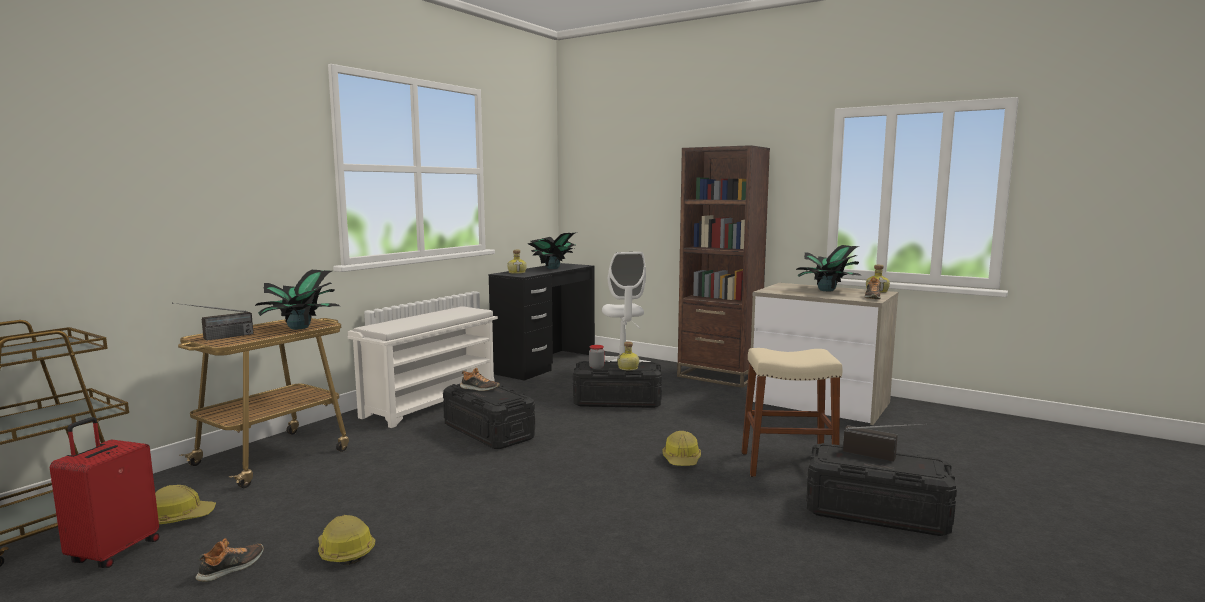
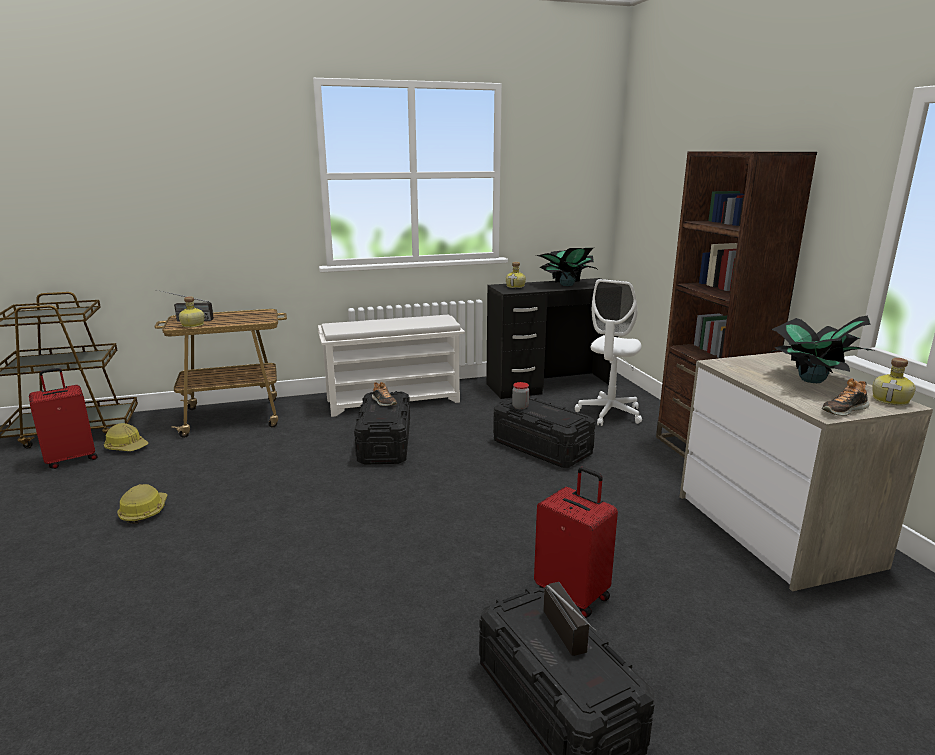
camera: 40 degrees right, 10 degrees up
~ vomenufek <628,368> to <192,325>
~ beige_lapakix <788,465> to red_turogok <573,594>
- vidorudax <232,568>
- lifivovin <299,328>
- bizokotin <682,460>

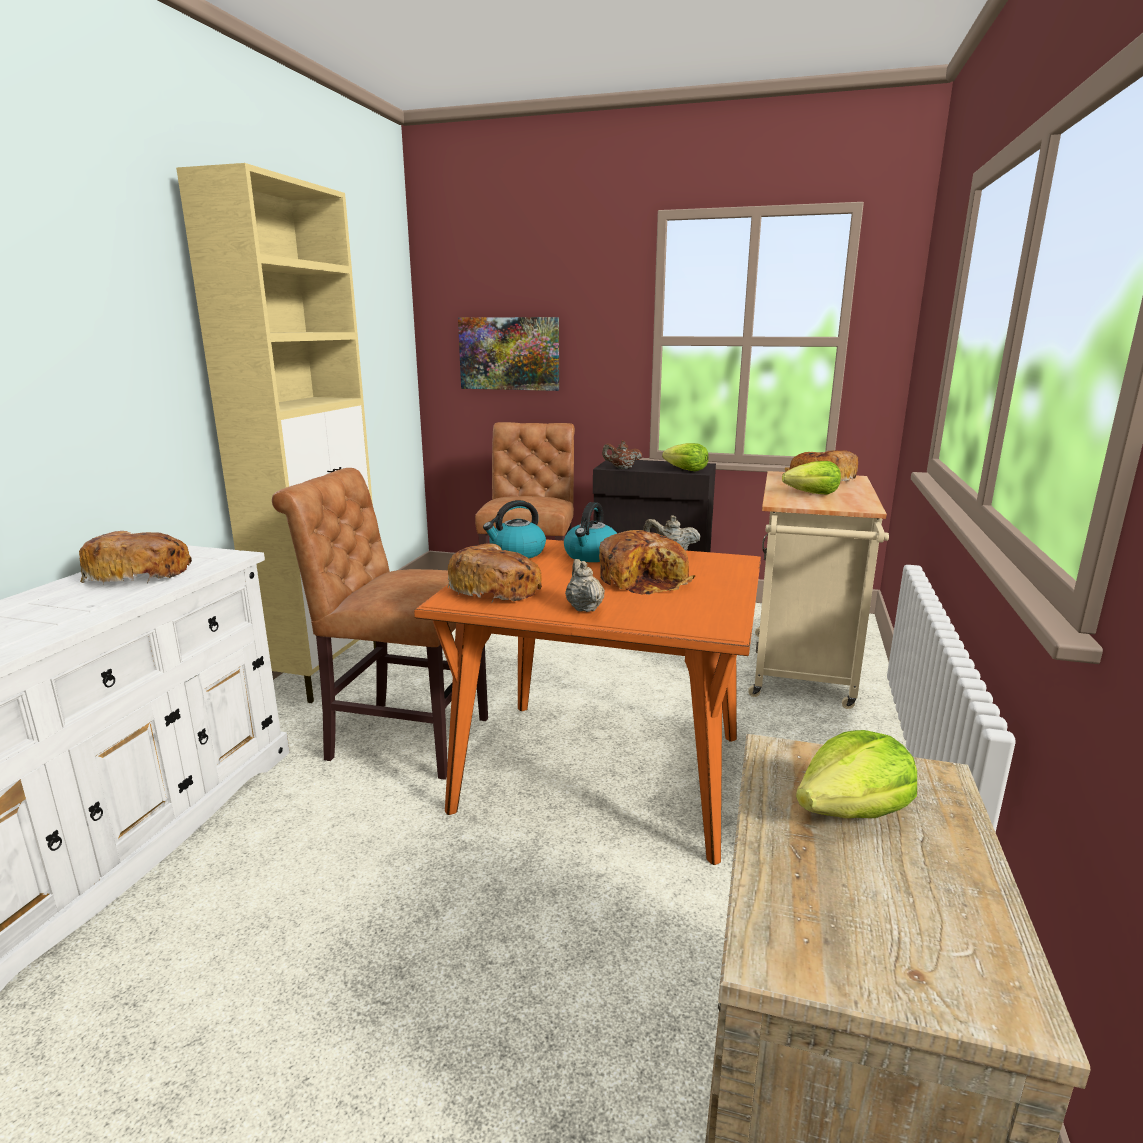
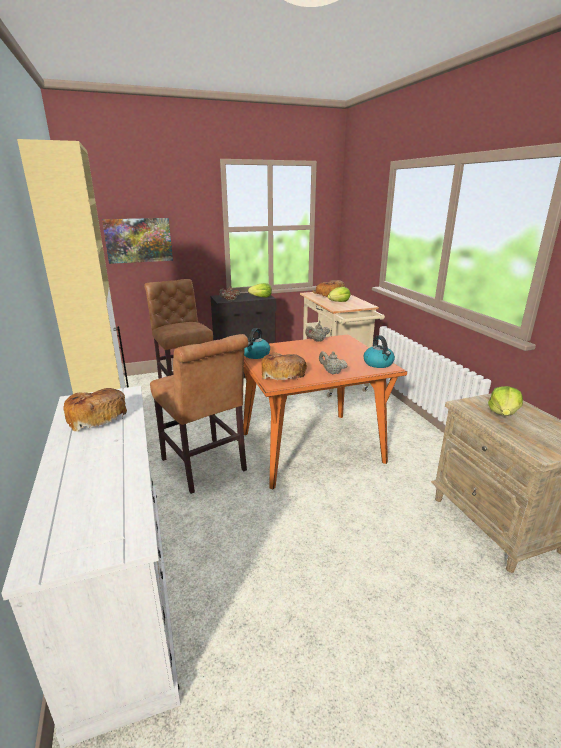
camera: 35 degrees left, 5 degrees up
~ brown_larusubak <401,738> = <205,467> 105 degrees counterclockwise
~ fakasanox <591,556> to <378,363>
- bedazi <644,579>

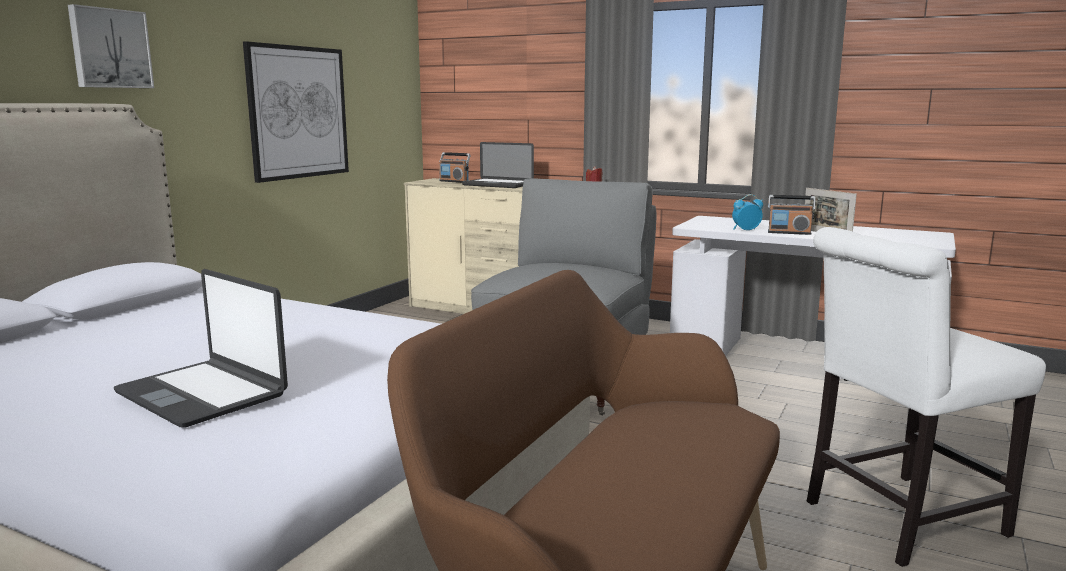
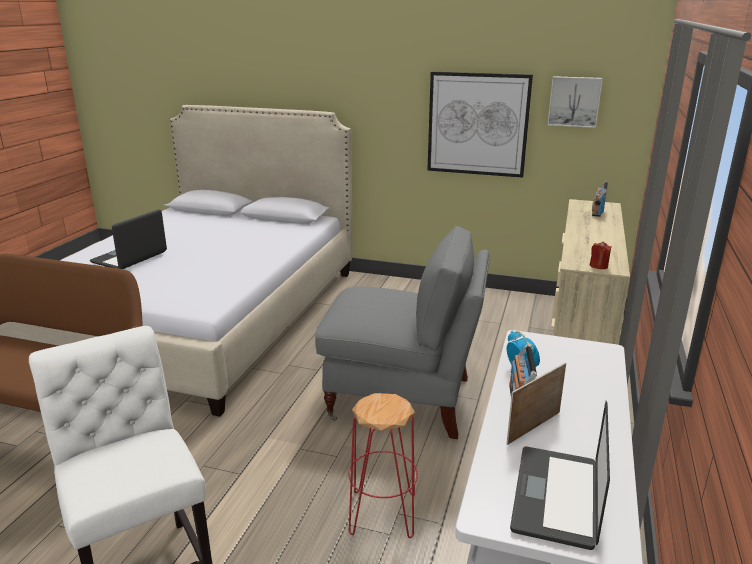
camera: 80 degrees right, 10 degrees up
+ red_lapakix <382,513>
~ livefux <497,185> to <556,497>
~ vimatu <110,48> to <574,101>

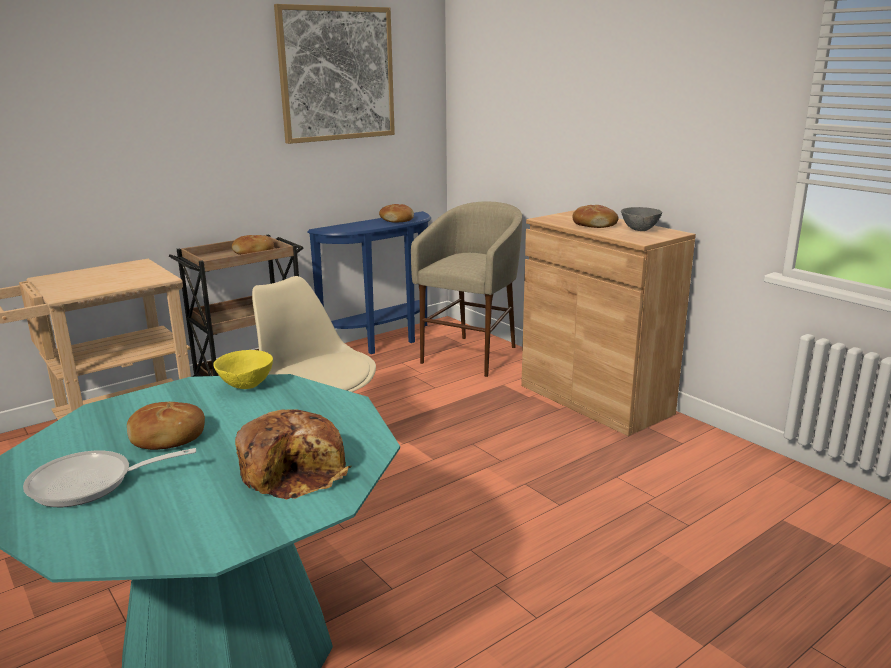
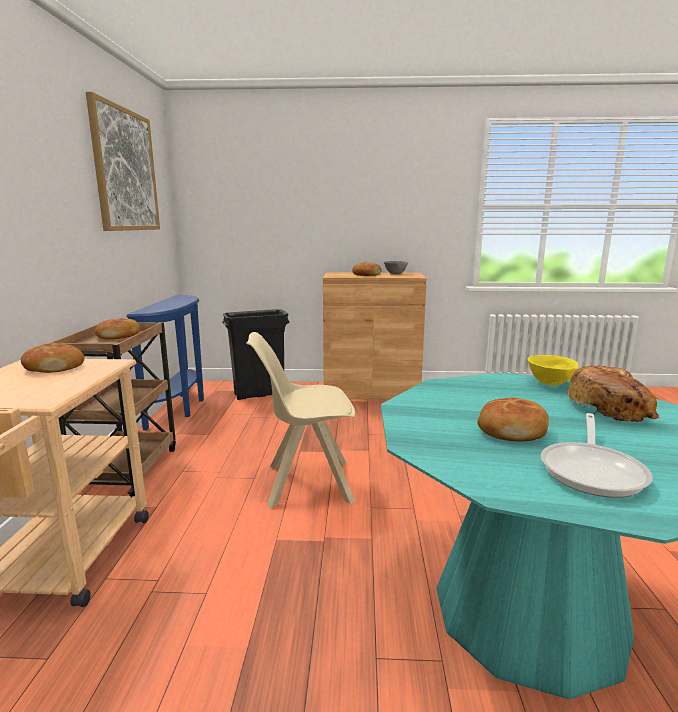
camera: 50 degrees left, 5 degrees down
~ bedazi <397,219> to <54,367>
~ beige_lapakix <472,355> to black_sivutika <259,394>
~ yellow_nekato <246,386> to <550,384>

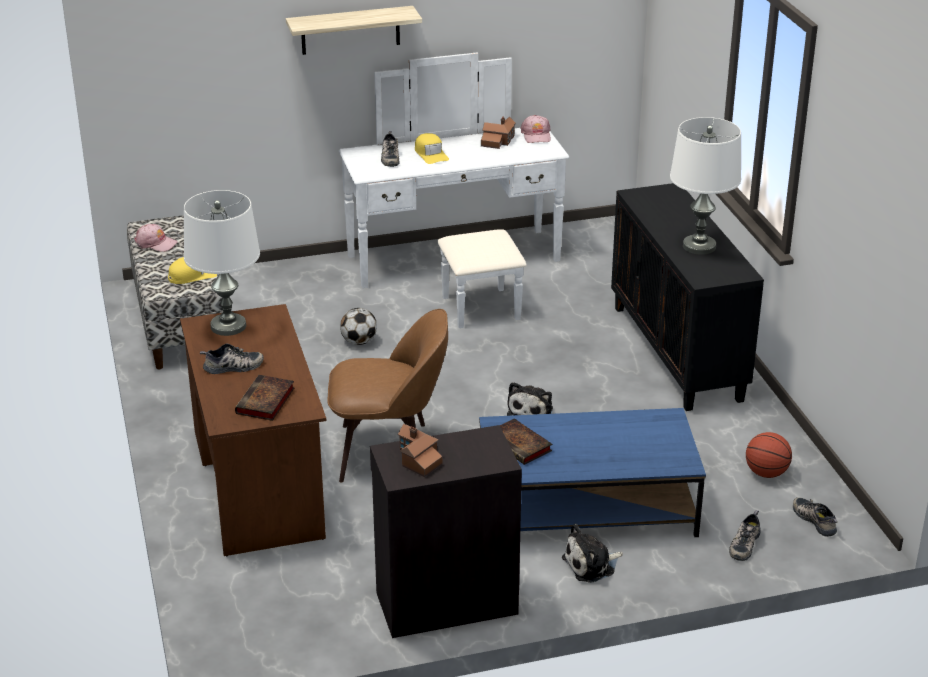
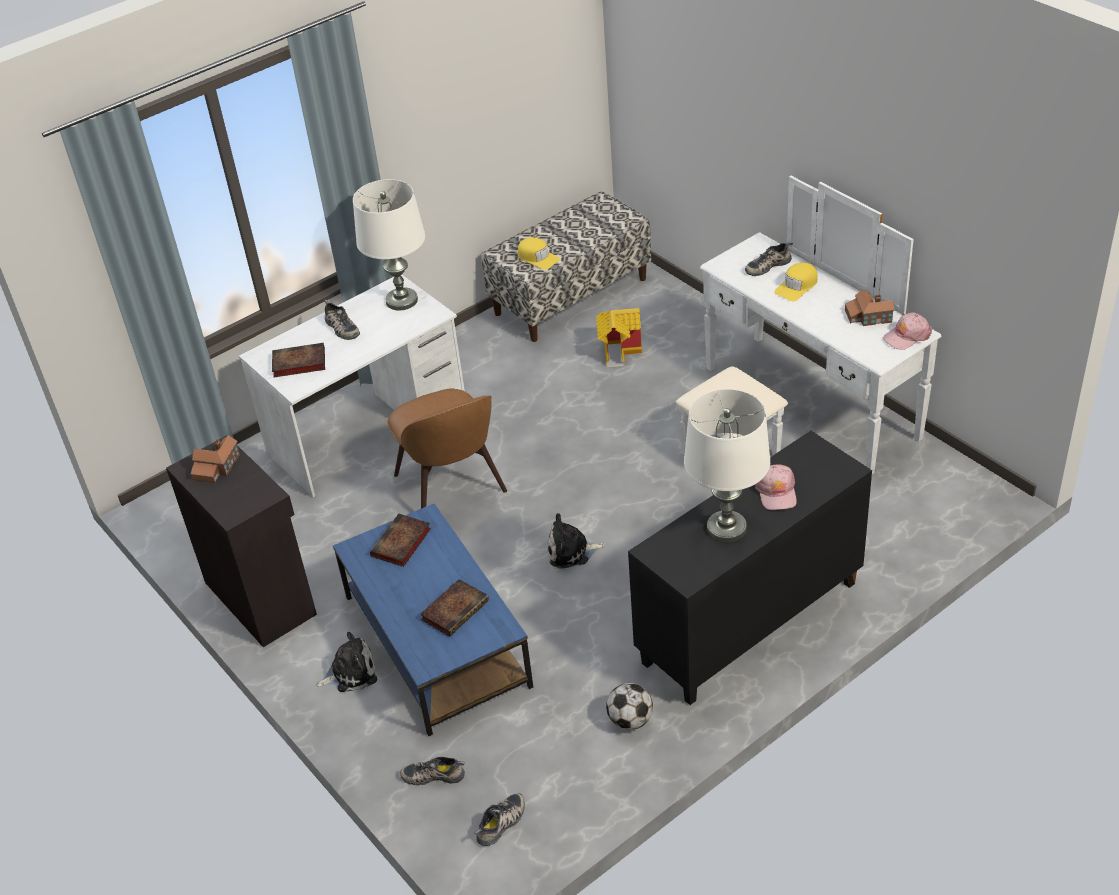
camera: 70 degrees right, 10 degrees up
~ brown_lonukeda <257,483> to white_lonukeda <368,432>
~ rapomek <591,565> = <350,672> 120 degrees clockwise
+ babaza <455,609>
+ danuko <620,351>
~ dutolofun <359,342> to <630,720>
~ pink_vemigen <155,243> to <776,492>
- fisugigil <350,30>
- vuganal <766,473>

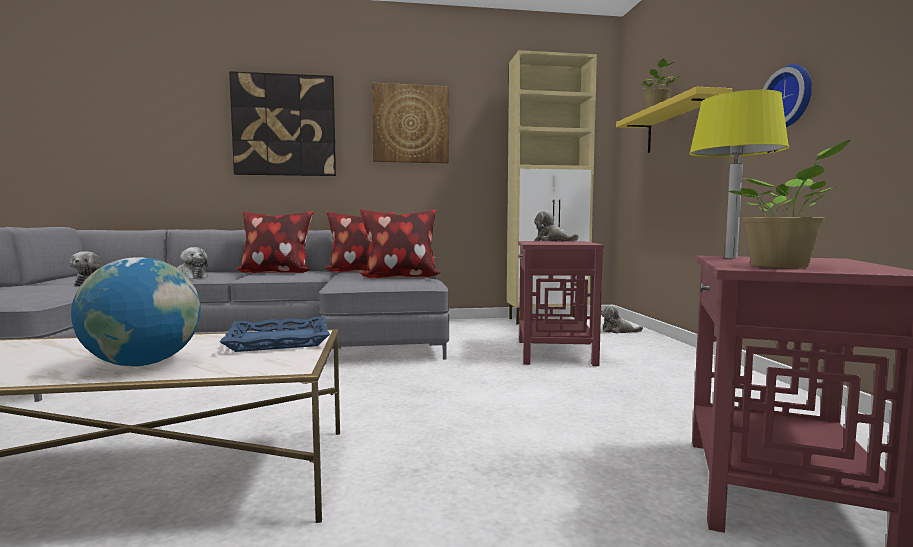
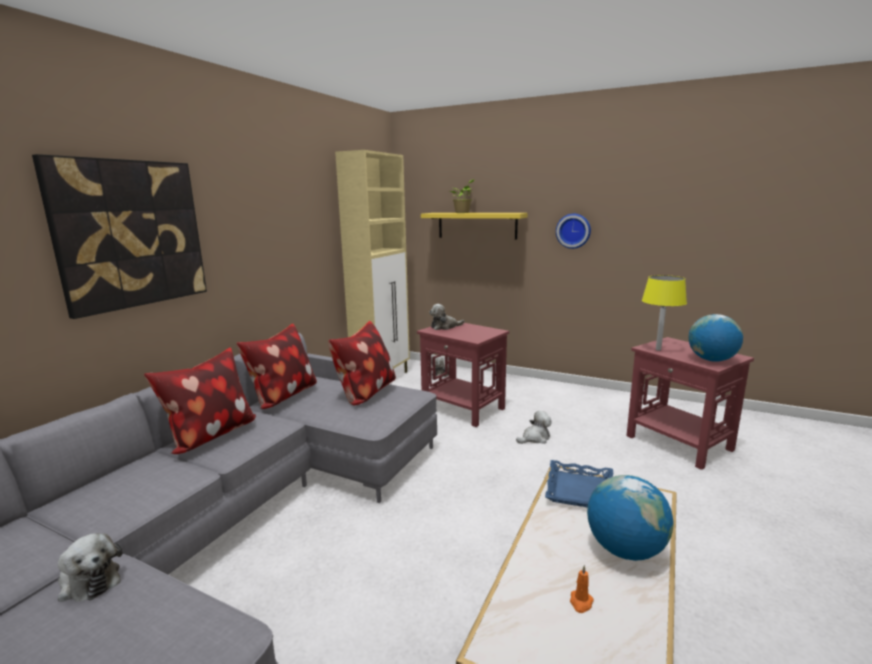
camera: 55 degrees left, 10 degrees up
~ rapomek <189,277> to <535,438>
+ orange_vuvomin <581,602>
~ lifivovin <783,266> to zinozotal <711,360>
- vimatu <410,124>

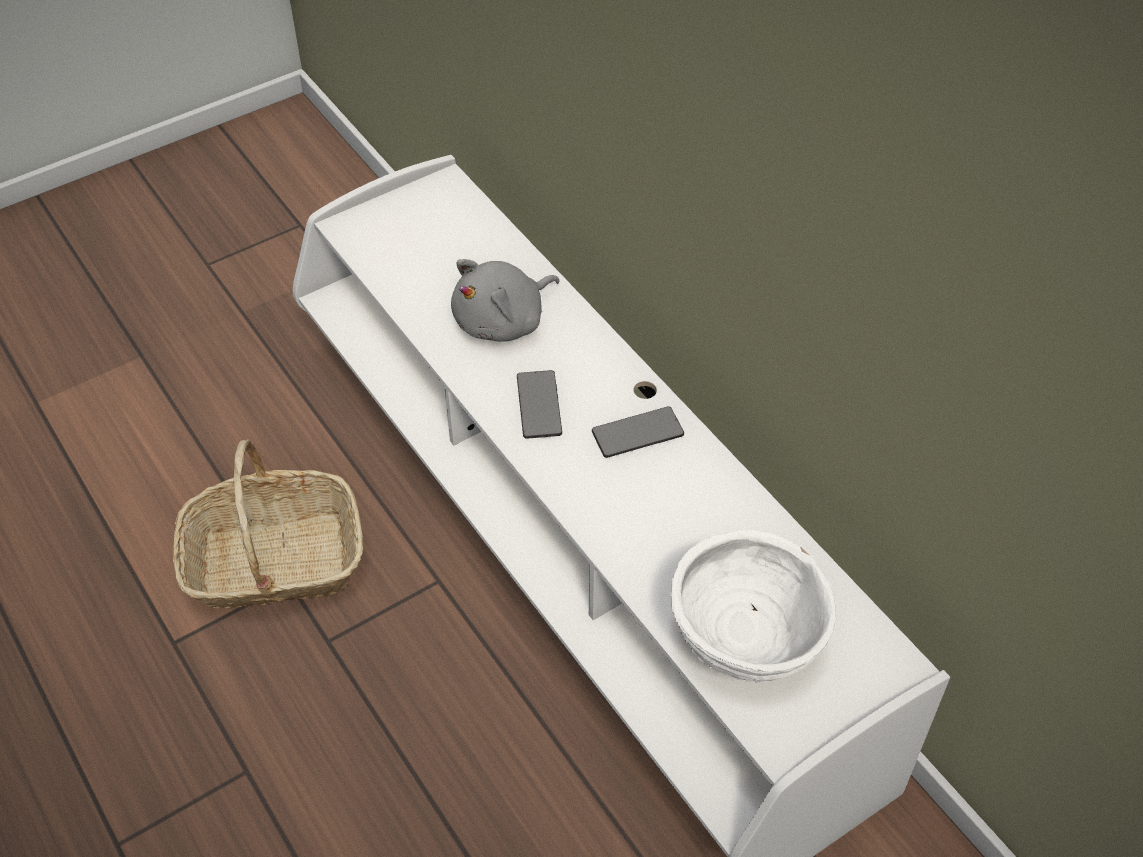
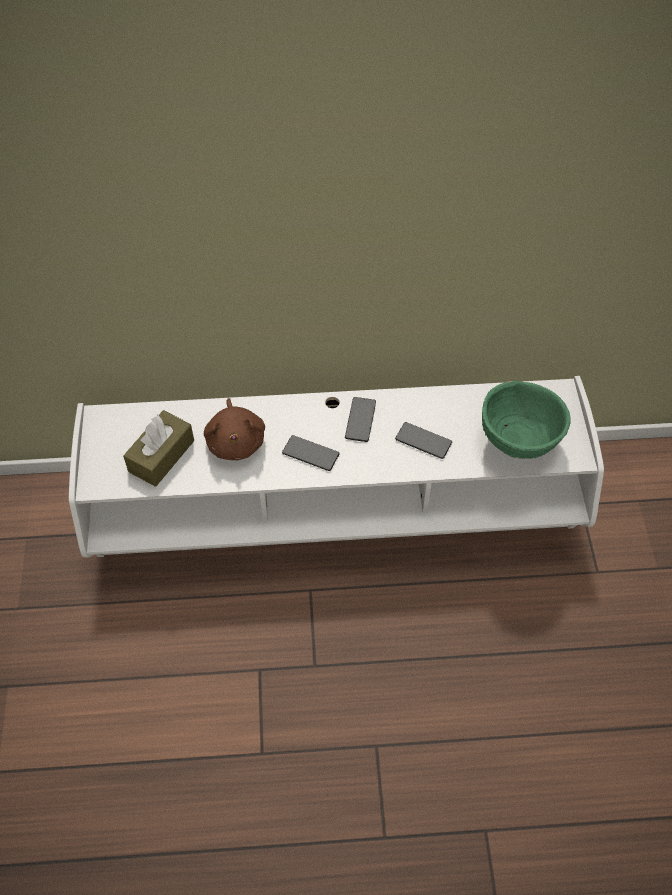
camera: 60 degrees left, 5 degrees up
+ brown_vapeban <161,456>
~ grey_rapomek <503,321> to brown_rapomek <236,441>
+ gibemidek <423,441>
~ white_nekato <744,646> to green_nekato <518,443>
- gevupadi <273,561>

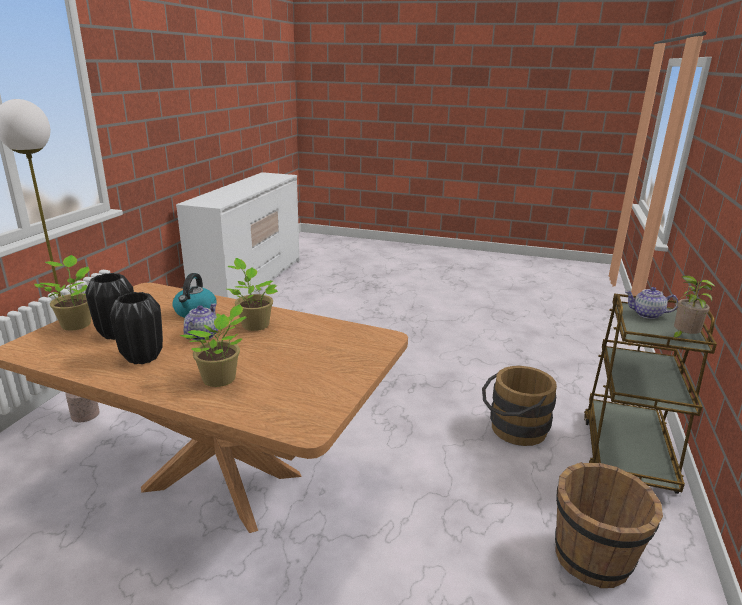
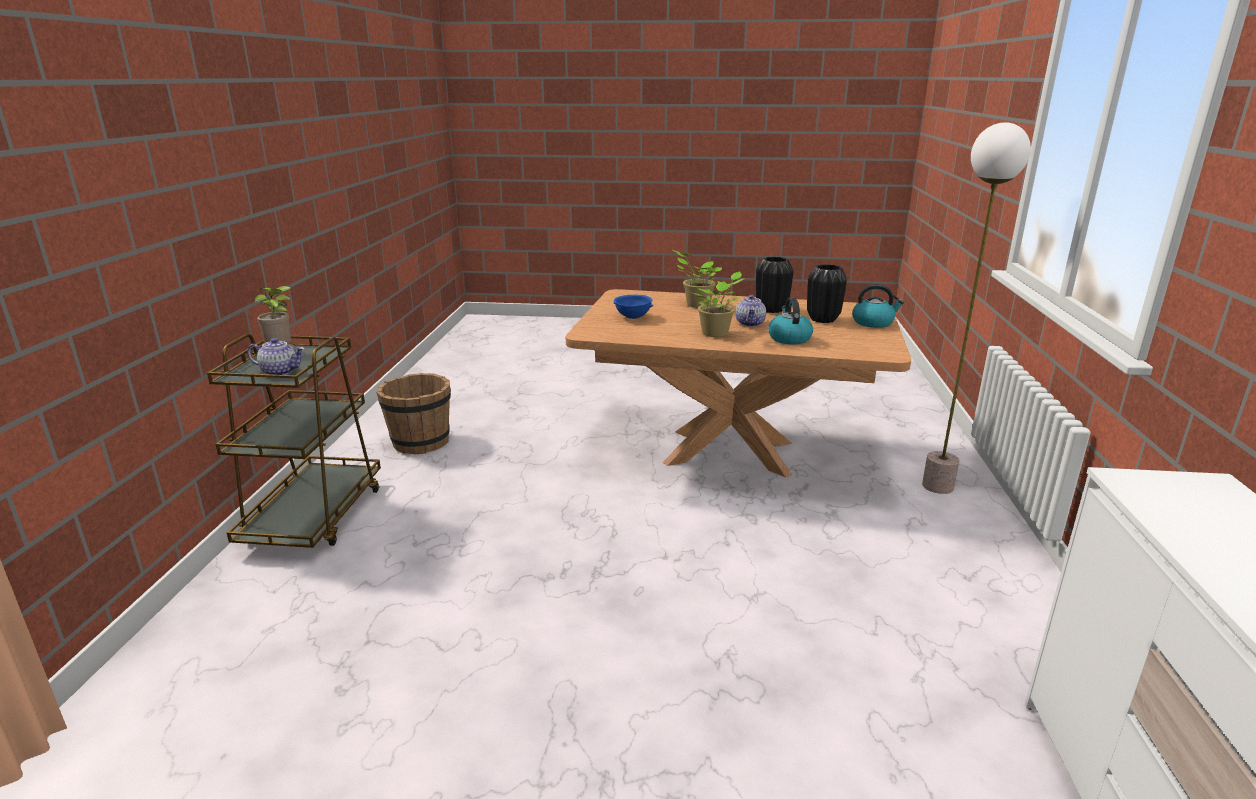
camera: 170 degrees right, 0 degrees up
+ blue_nekato <633,317>
~ lifivovin <76,324> to fakasanox <873,322>
- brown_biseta <513,430>

